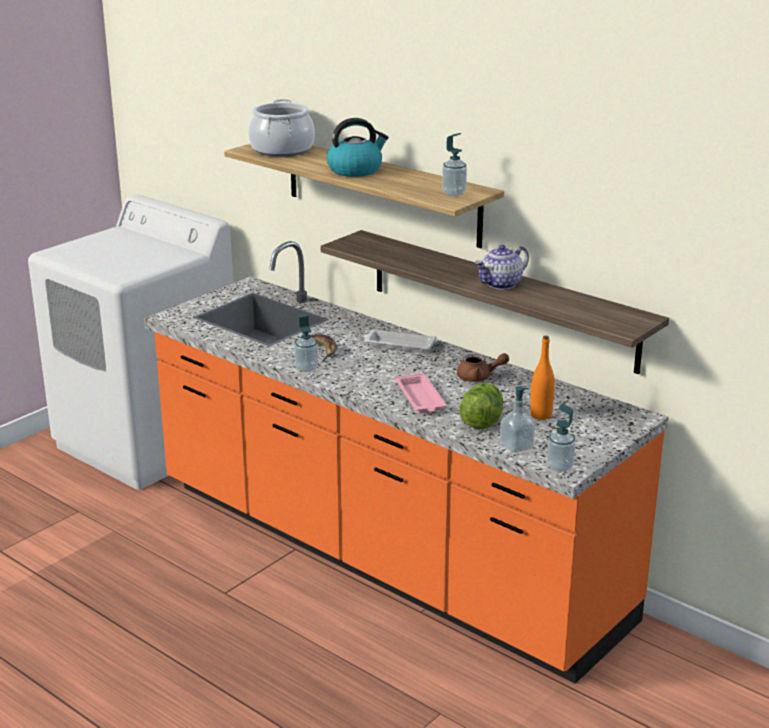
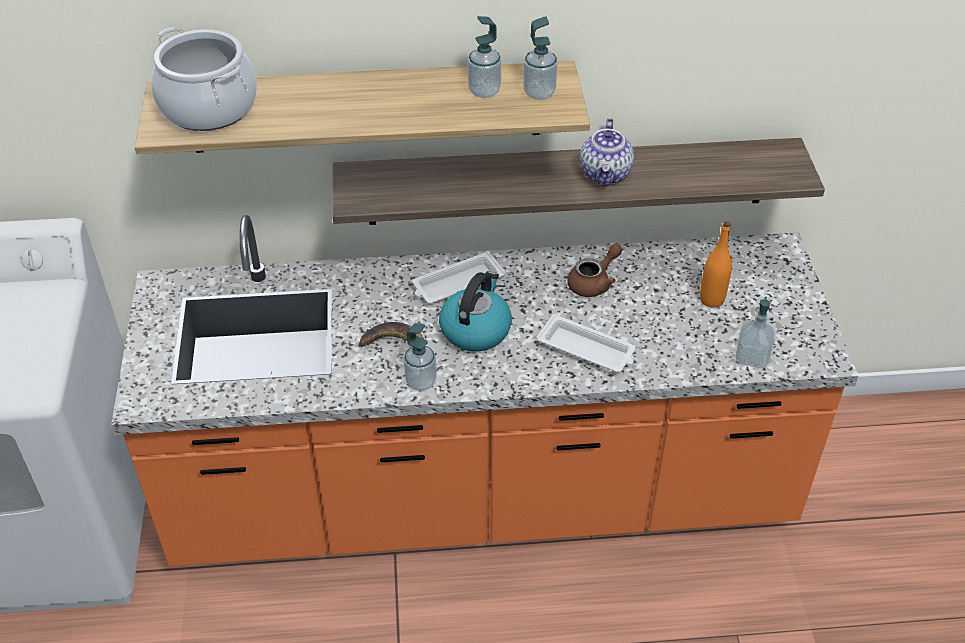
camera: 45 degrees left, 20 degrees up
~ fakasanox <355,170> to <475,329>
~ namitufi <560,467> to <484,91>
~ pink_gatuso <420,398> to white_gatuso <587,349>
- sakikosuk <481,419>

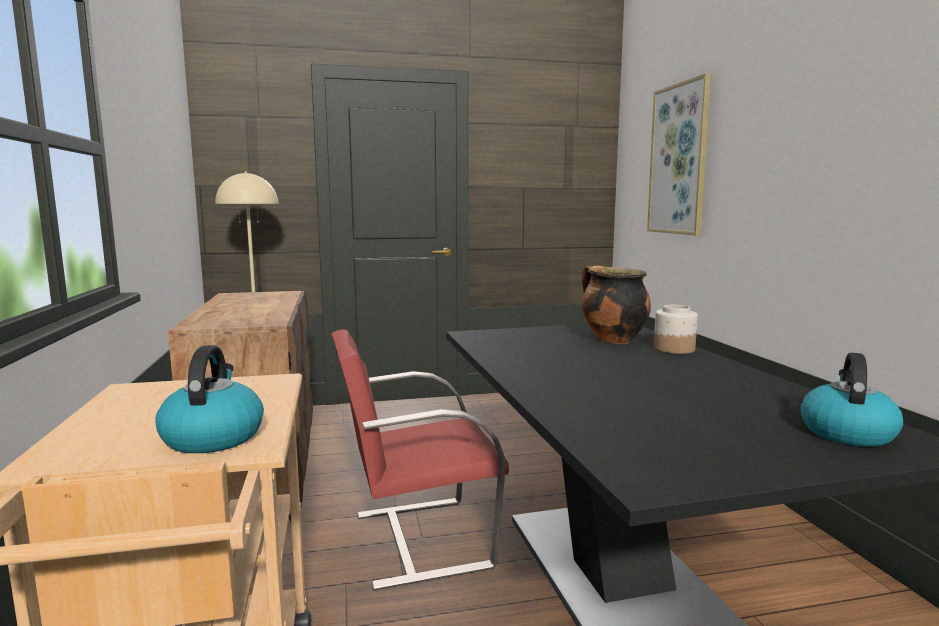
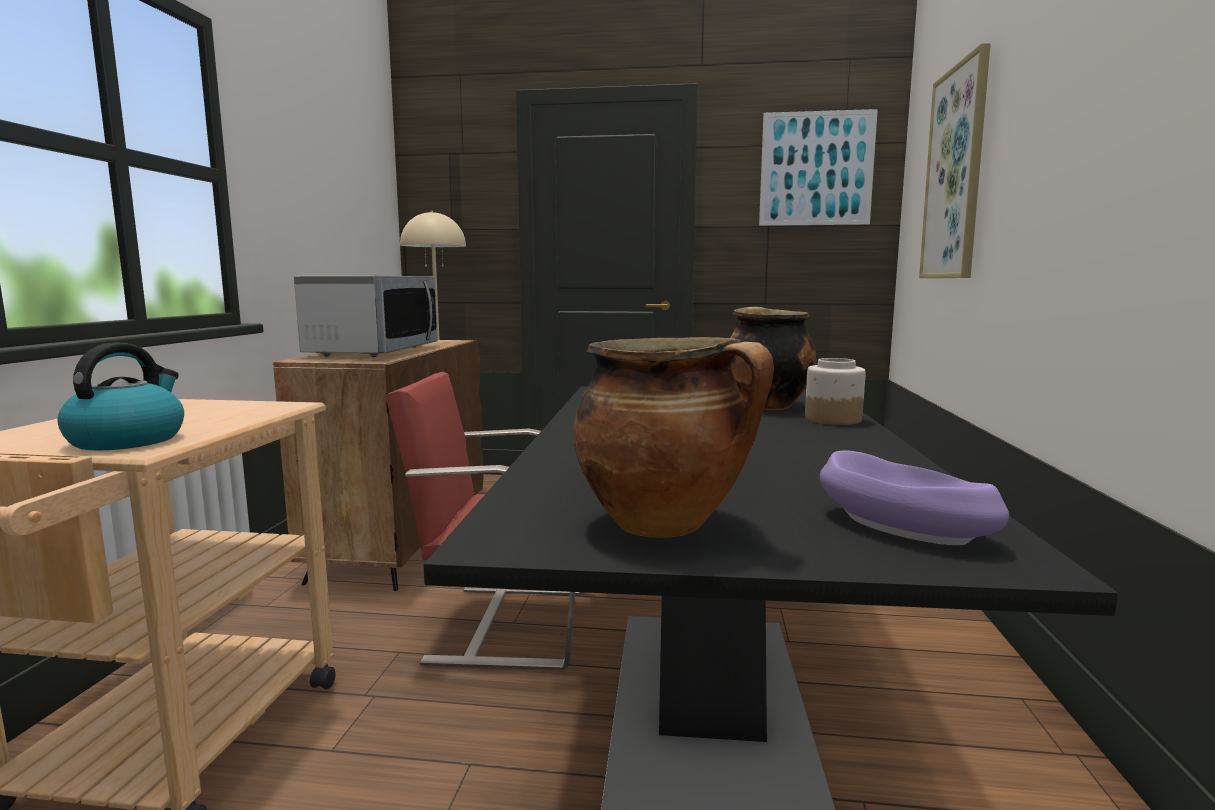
camera: 20 degrees right, 0 degrees up
+ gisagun <373,351>
+ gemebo <665,524>
+ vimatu <816,169>
~ fakasanox <846,432> to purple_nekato <902,527>

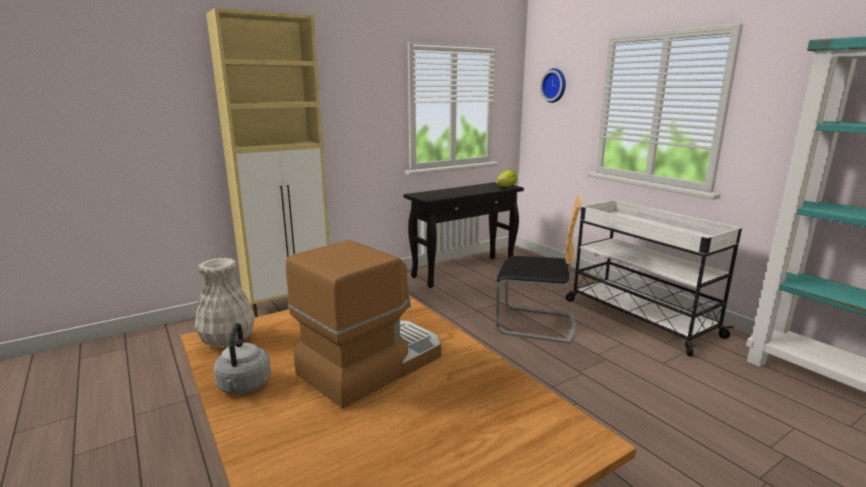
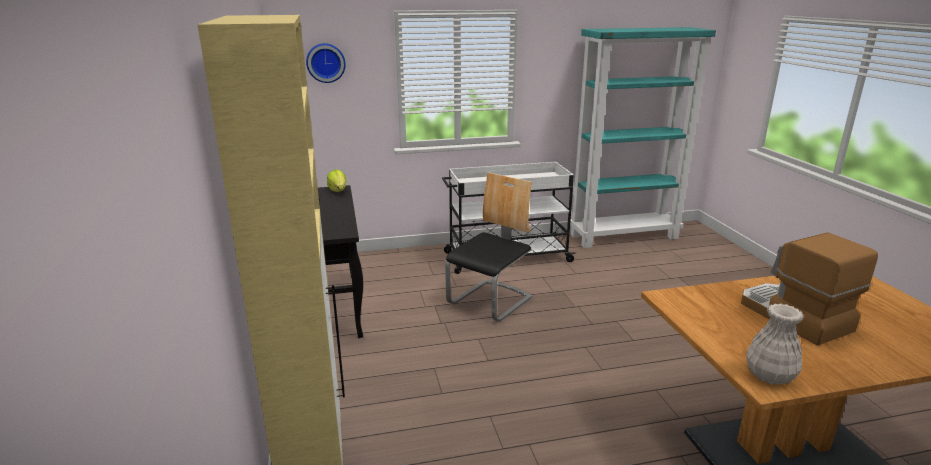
camera: 70 degrees left, 5 degrees up
- grey_fakasanox <244,387>

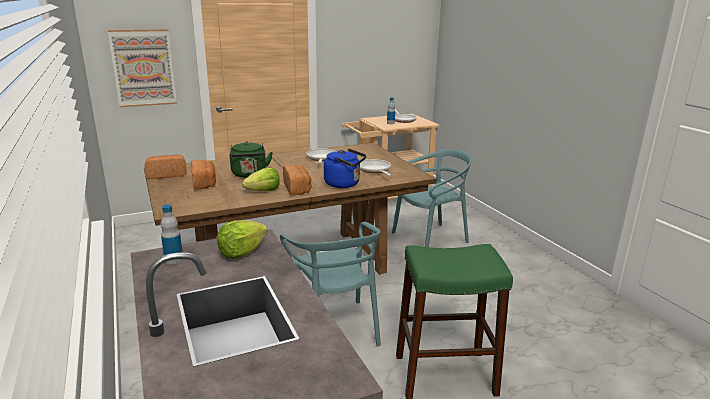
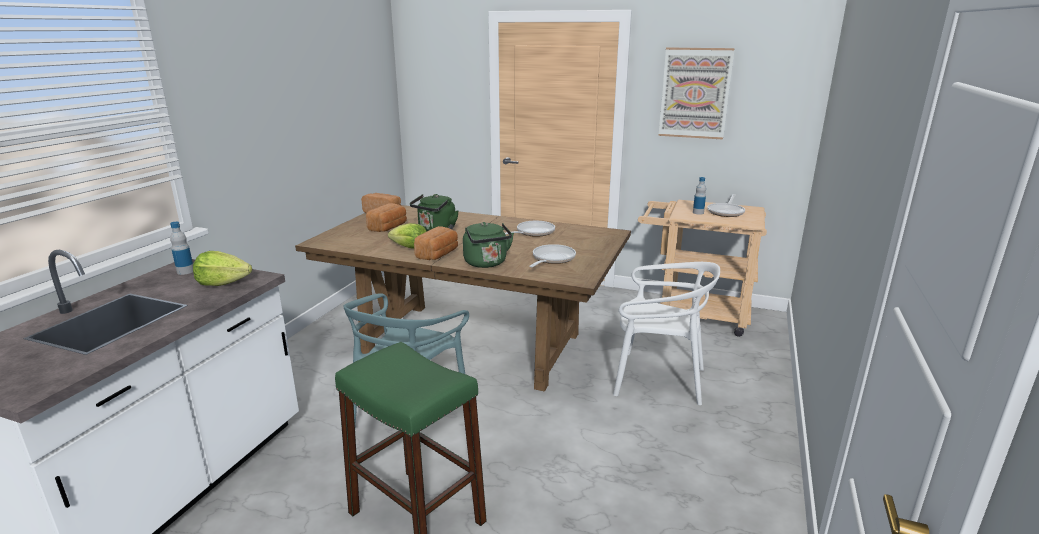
camera: 45 degrees right, 0 degrees up
~ blue_fakasanox <344,184> to green_fakasanox <487,263>
~ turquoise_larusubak <430,239> to white_larusubak <658,379>
~ vimatu <143,68> to <695,93>

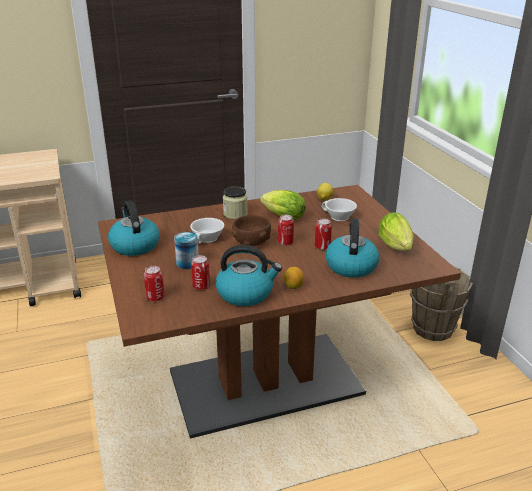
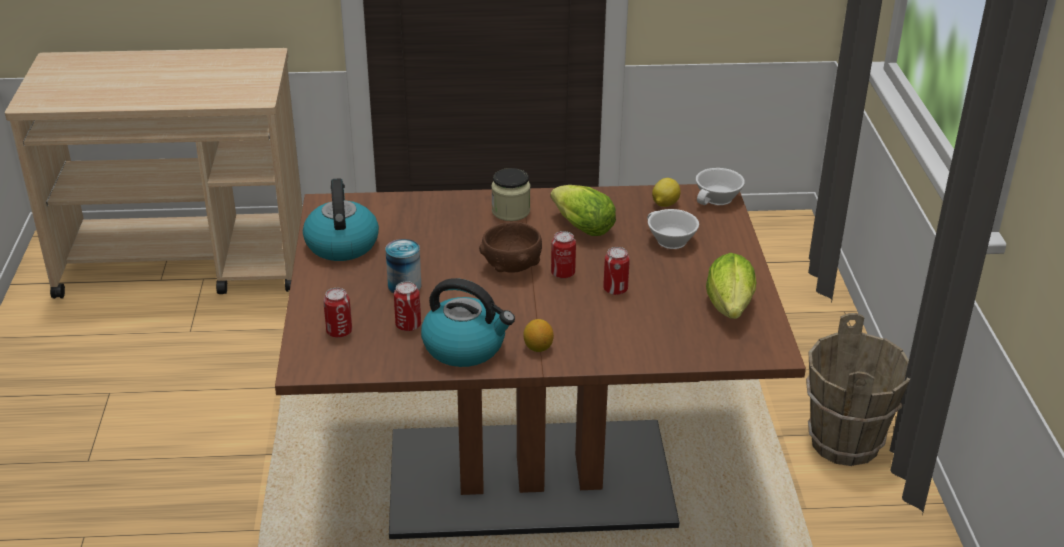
camera: 15 degrees right, 5 degrees up
~ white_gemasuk <208,239> to <718,199>
- fakasanox <351,266>

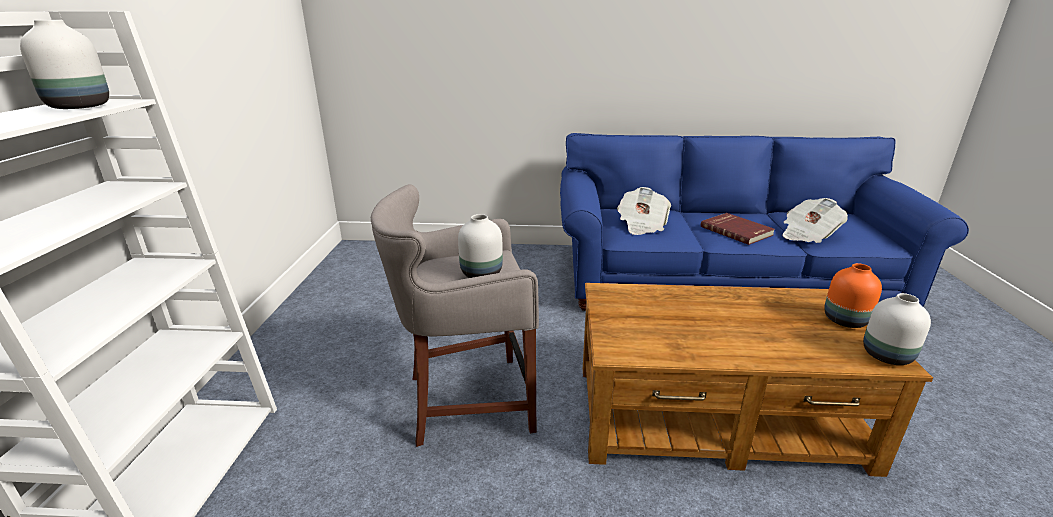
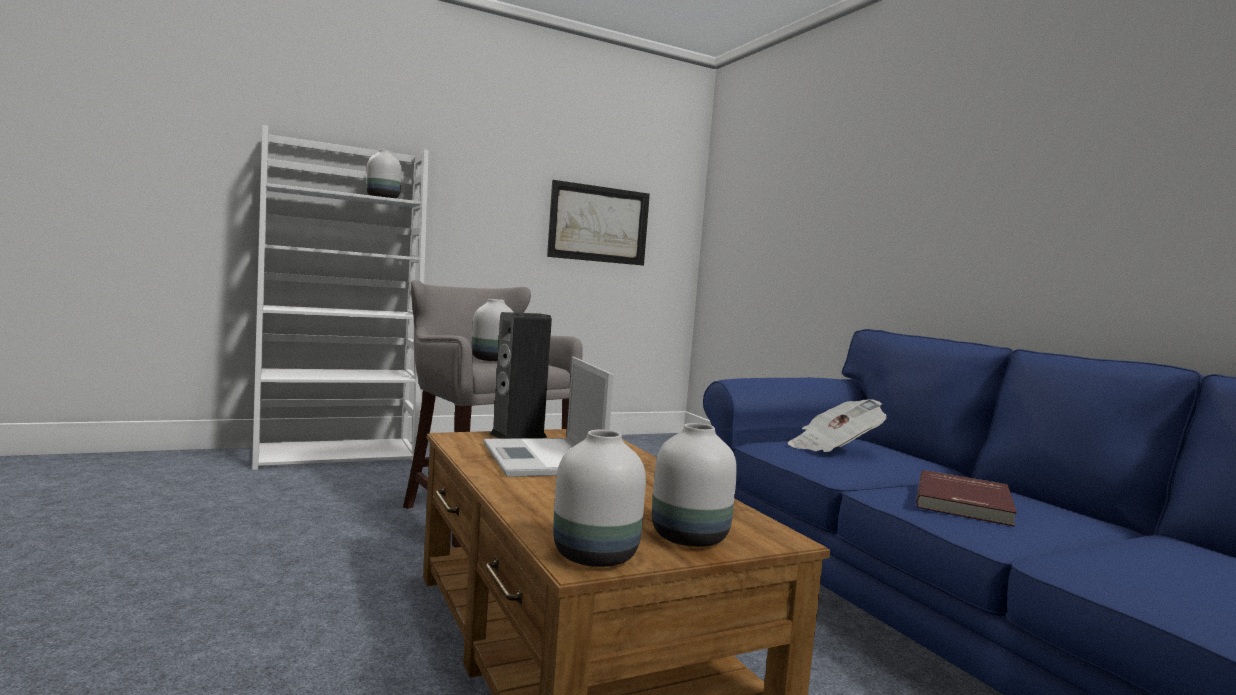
camera: 60 degrees right, 20 degrees down
+ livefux <543,459>
+ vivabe <518,435>
+ vimatu <598,224>
~ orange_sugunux <843,320> to white_sugunux <688,537>
- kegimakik <808,235>

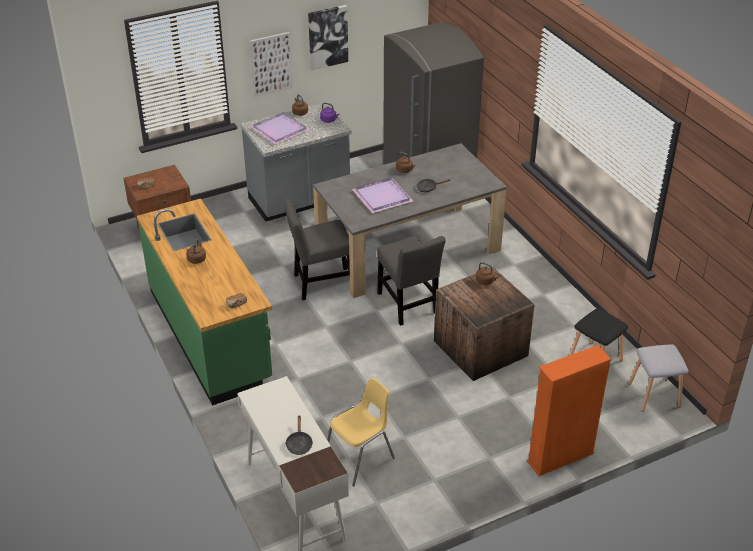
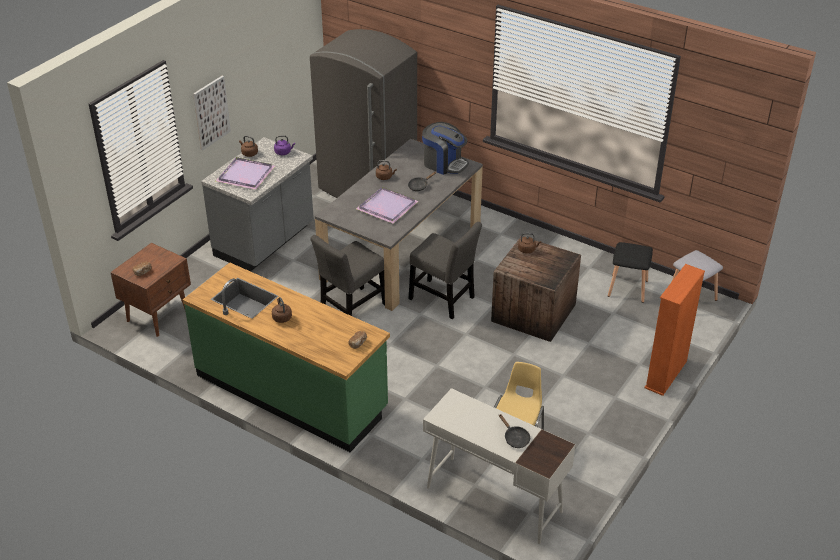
camera: 30 degrees left, 0 degrees up
+ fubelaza <444,164>
- vimatu <327,37>

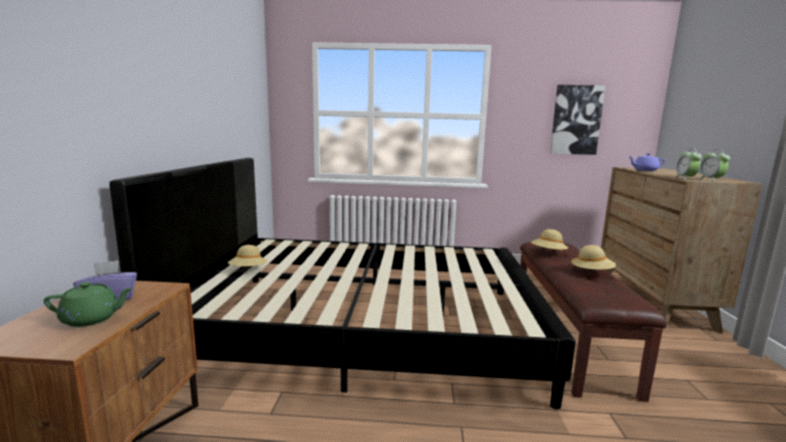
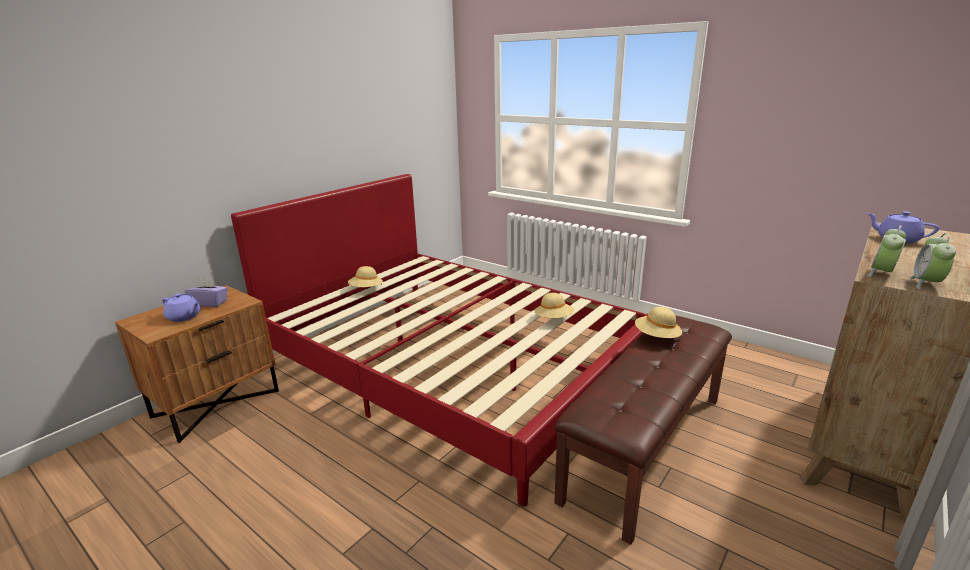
camera: 35 degrees right, 10 degrees up
~ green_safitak <92,319> to purple_safitak <184,317>
~ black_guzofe <363,326> to red_guzofe <451,364>
~ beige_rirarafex <591,272> to <554,319>
- vimatu <576,120>

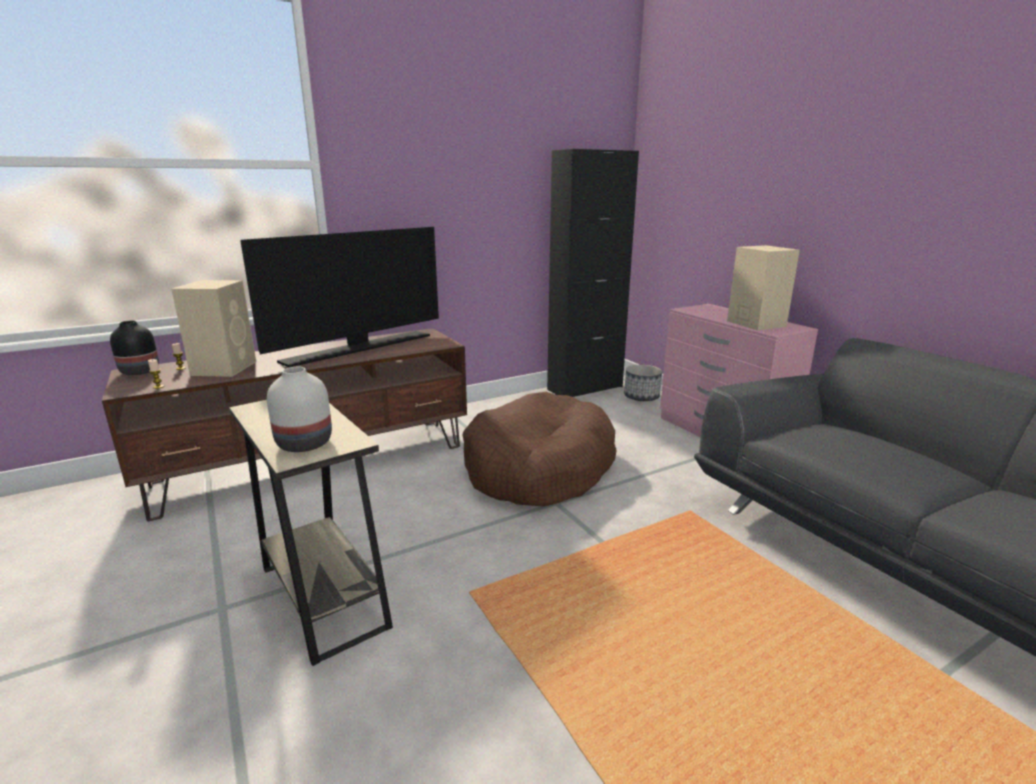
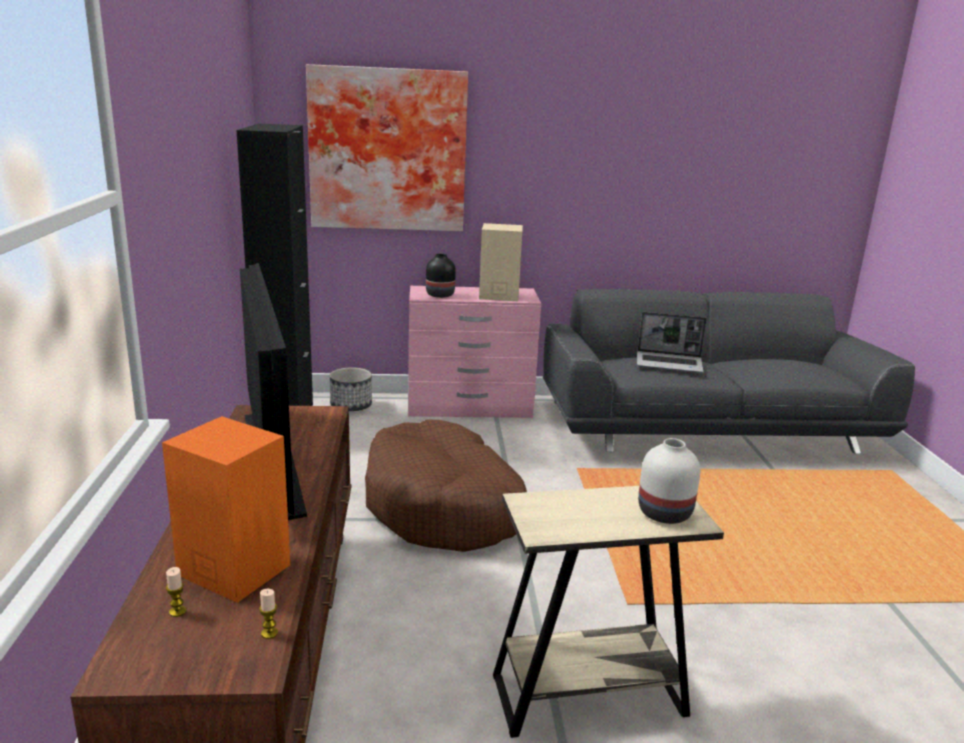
camera: 65 degrees left, 0 degrees up
~ beige_vivabe <225,368> to orange_vivabe <232,569>
+ vimatu <388,150>
~ black_sugunux <140,371> to <441,295>
+ livefux <670,364>

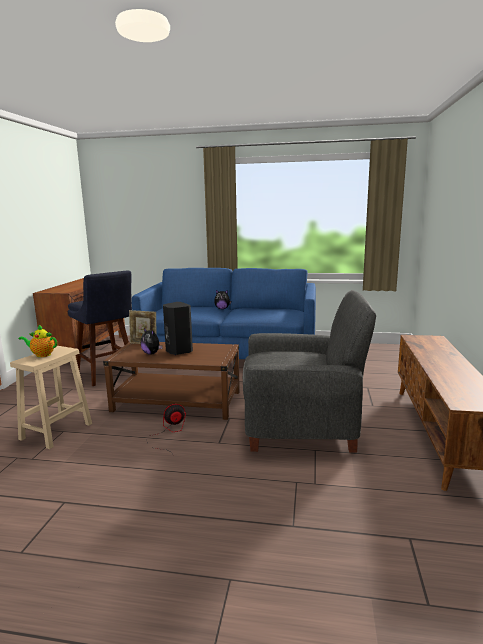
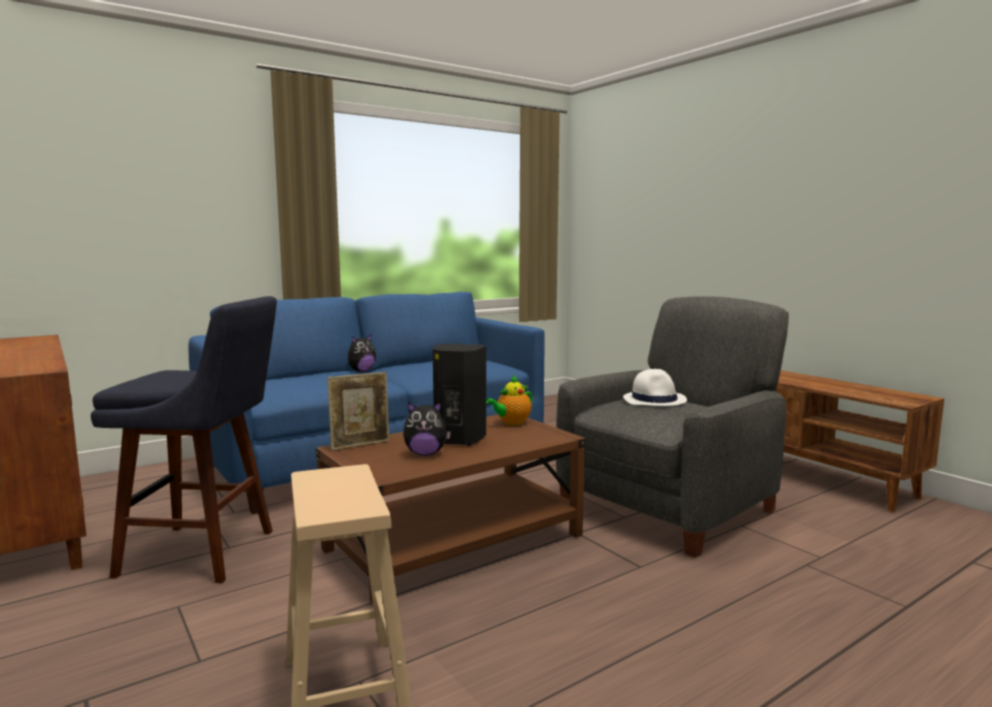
camera: 45 degrees left, 5 degrees down
~ safitak <42,355> to <511,423>
+ white_rirarafex <654,400>
- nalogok <169,433>

